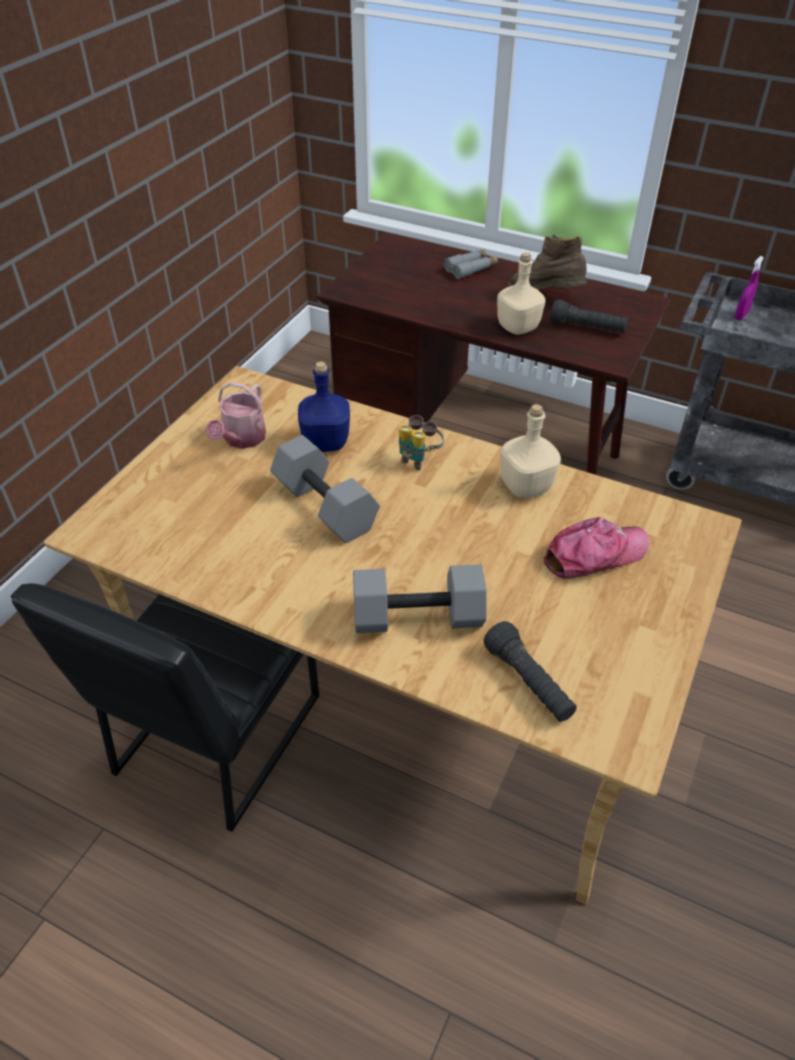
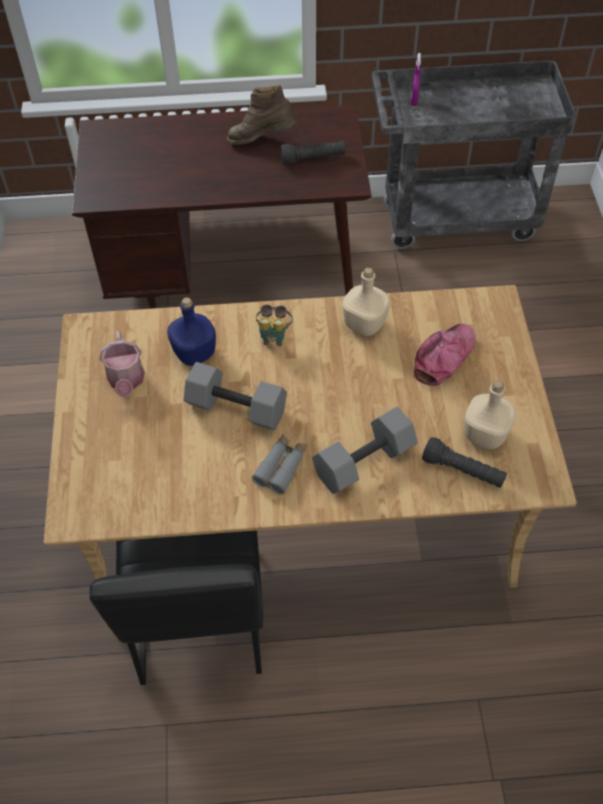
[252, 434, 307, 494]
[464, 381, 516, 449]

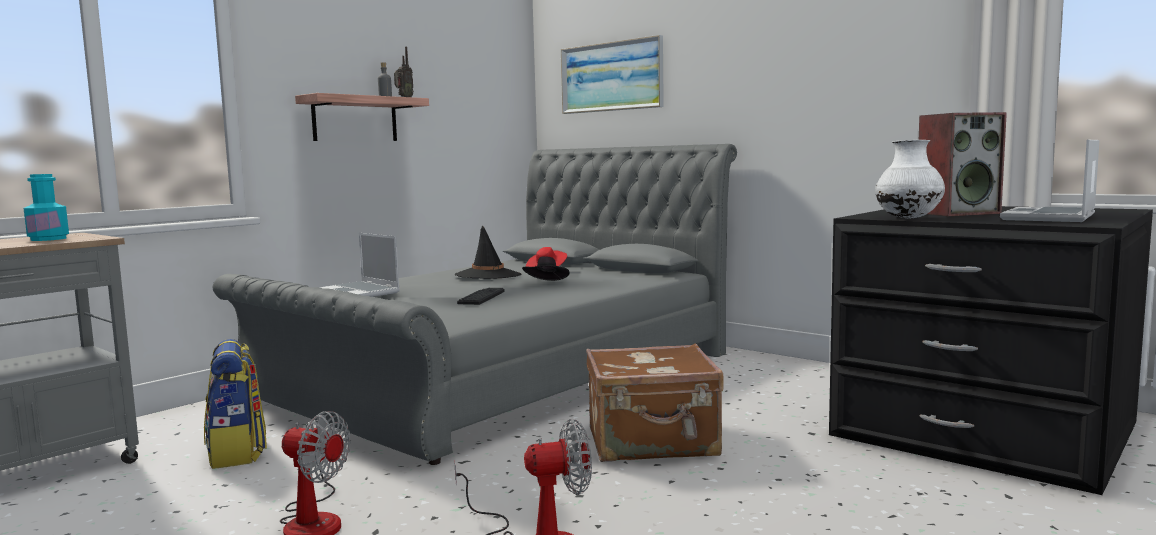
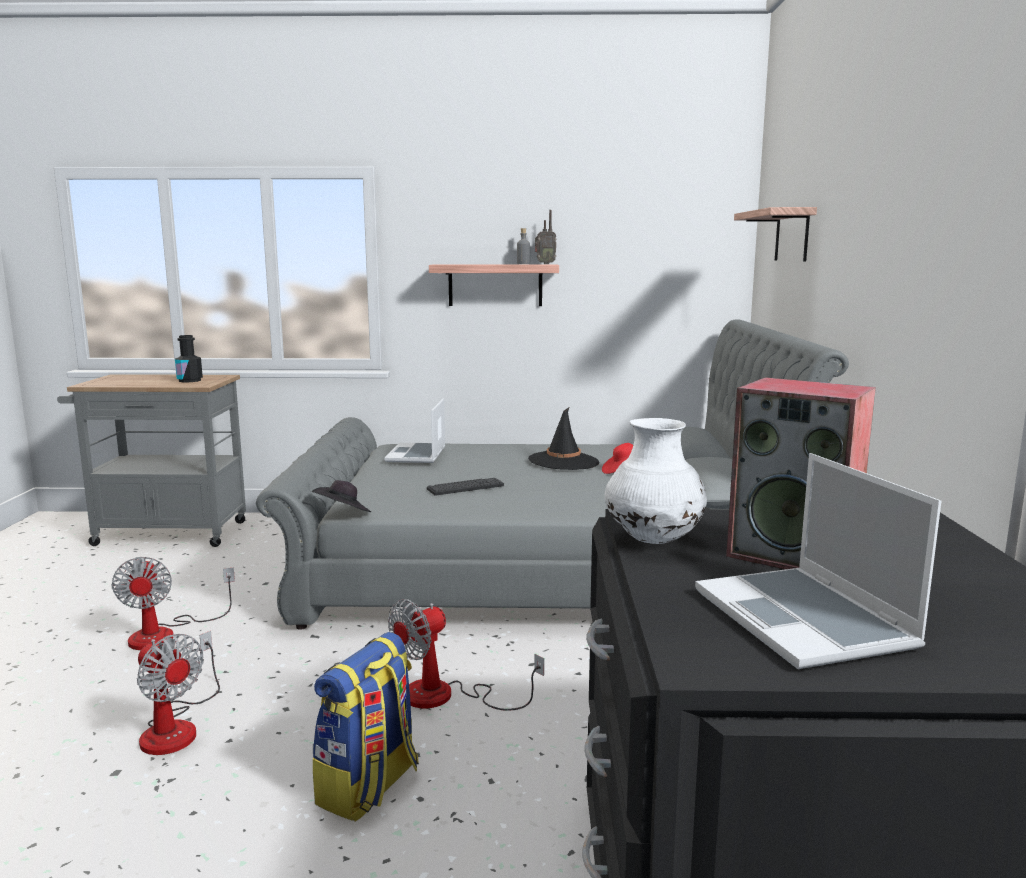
[734, 207, 817, 261]
[695, 453, 941, 669]
[175, 335, 203, 382]
[312, 480, 371, 512]
[313, 632, 419, 822]
[388, 599, 544, 711]

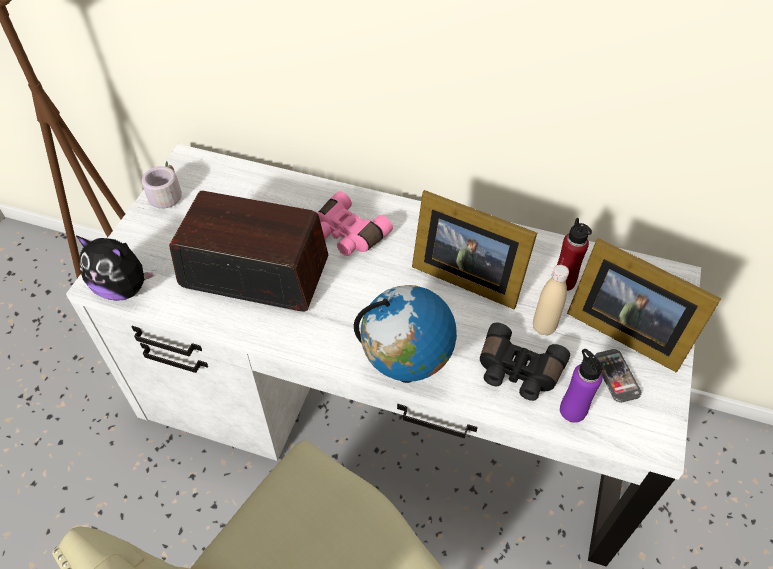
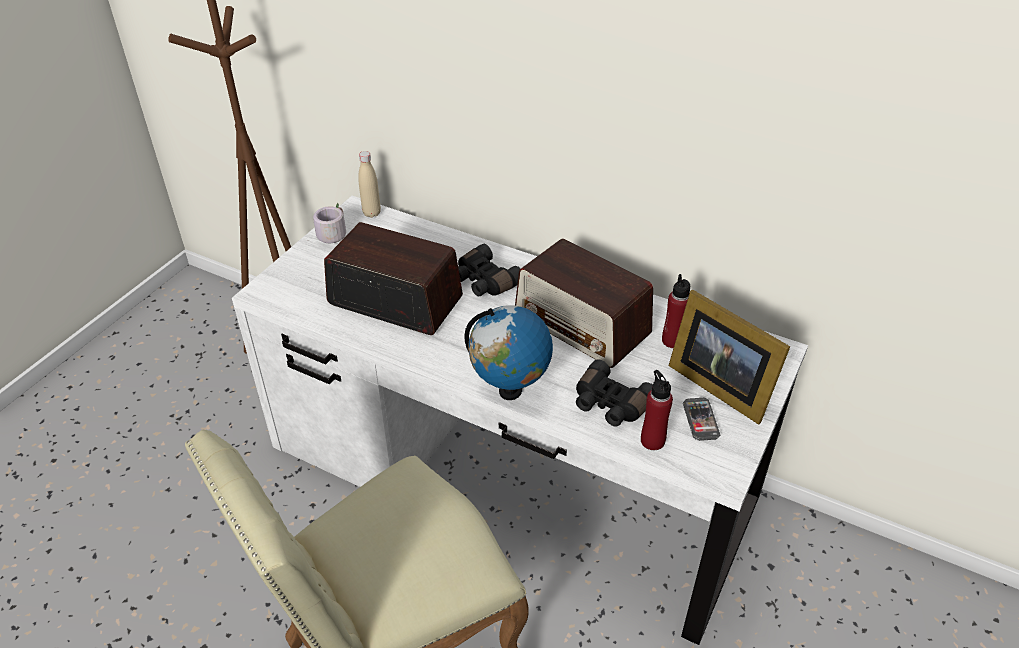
[515, 238, 653, 368]
[458, 244, 521, 297]
[75, 235, 156, 301] (first image)
[358, 151, 381, 218]
[641, 370, 673, 450]

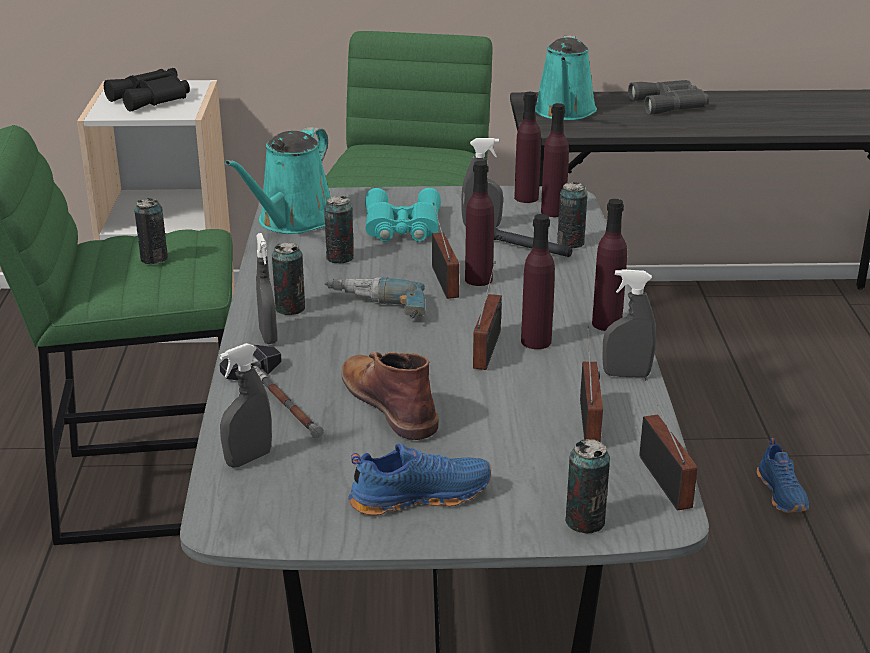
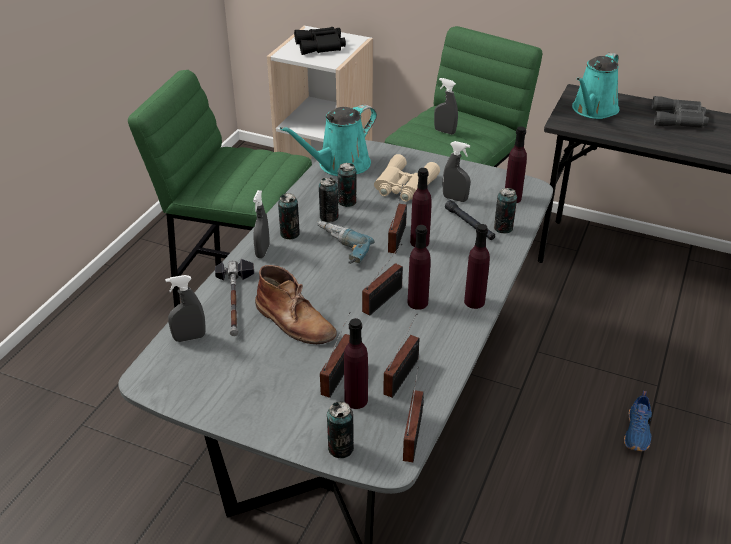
[344, 318, 368, 409]
[374, 154, 440, 202]
[319, 177, 339, 222]
[434, 78, 458, 135]
[255, 265, 337, 344]
[348, 443, 491, 516] (first image)
[320, 312, 351, 398]

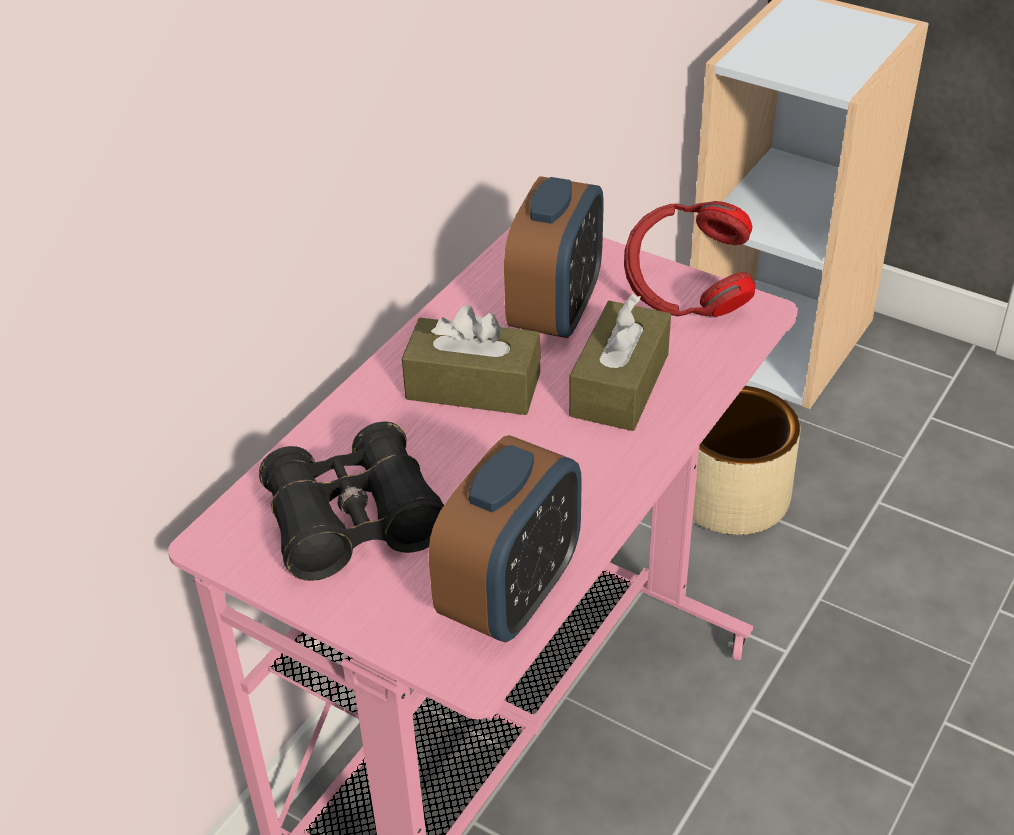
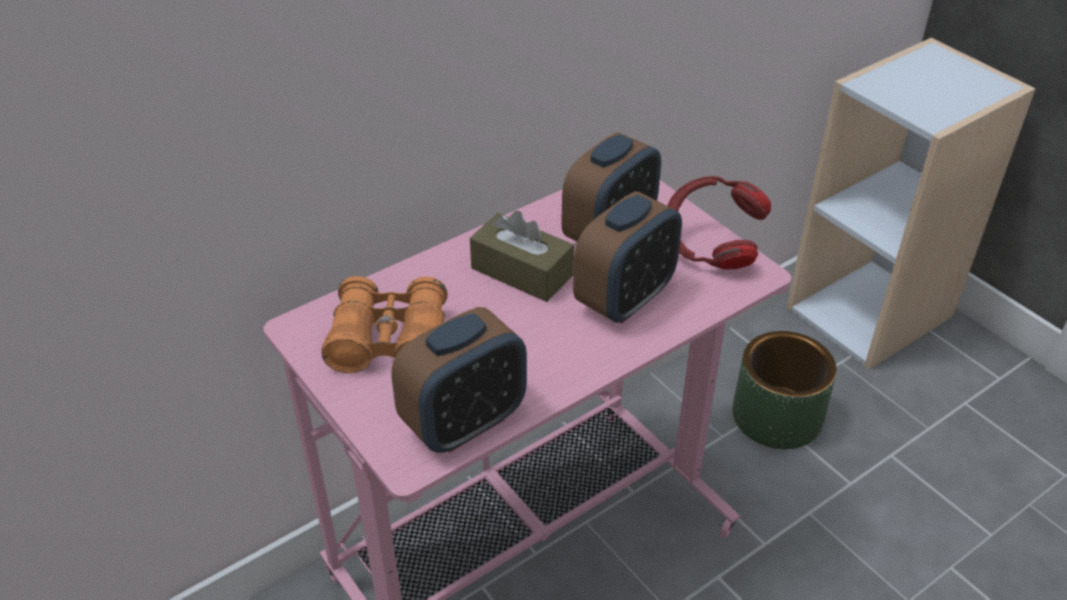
[573, 191, 682, 323]
[733, 331, 837, 449]
[322, 276, 448, 373]

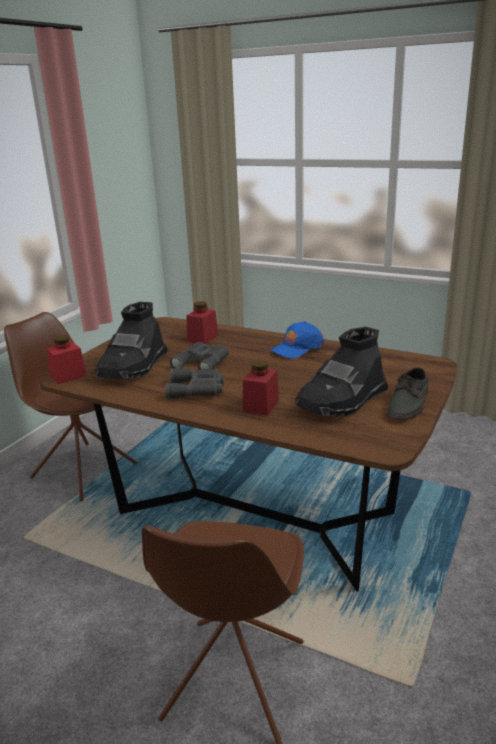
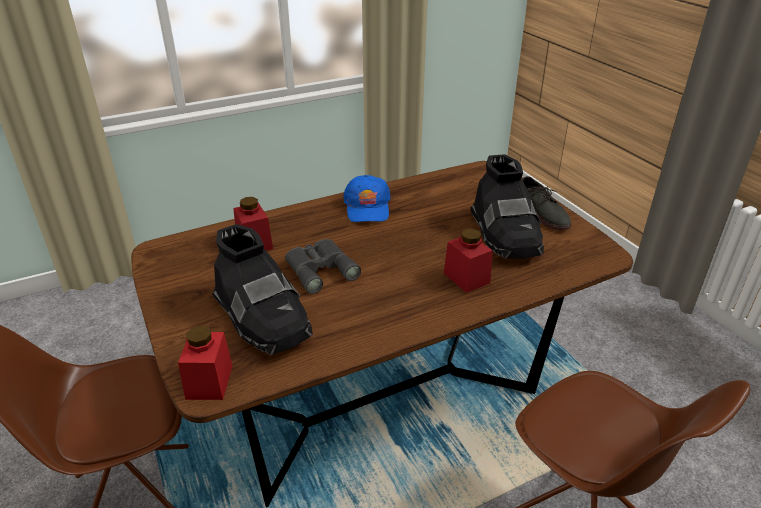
[165, 368, 224, 399] (first image)

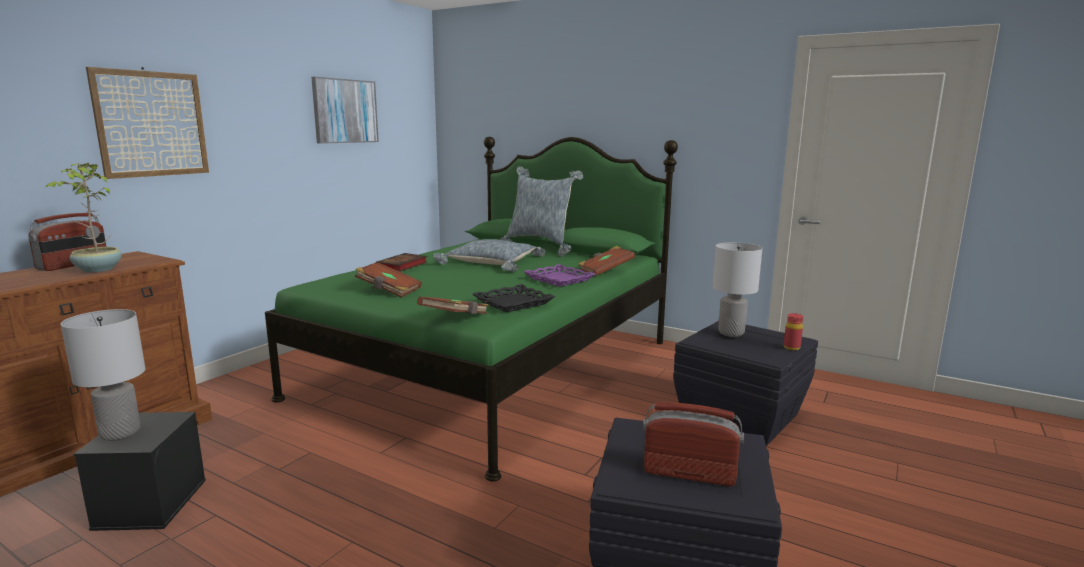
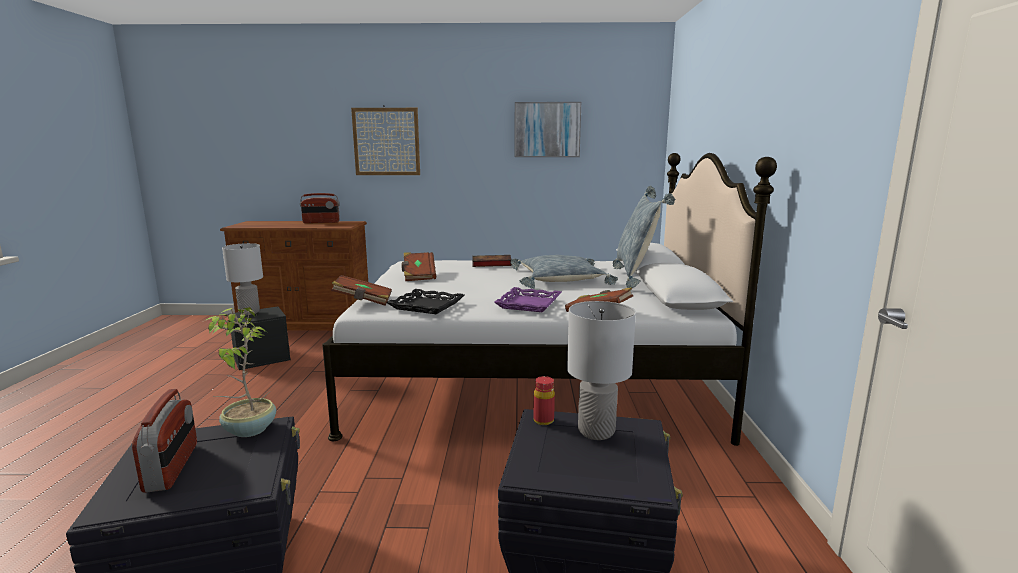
[322, 153, 777, 446]
[204, 307, 276, 437]
[533, 376, 555, 425]

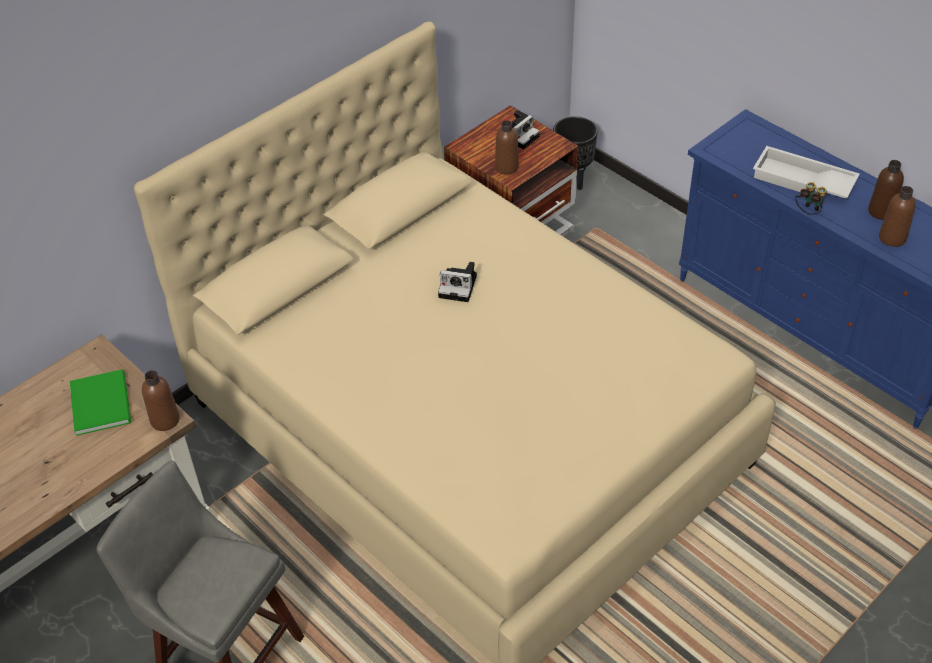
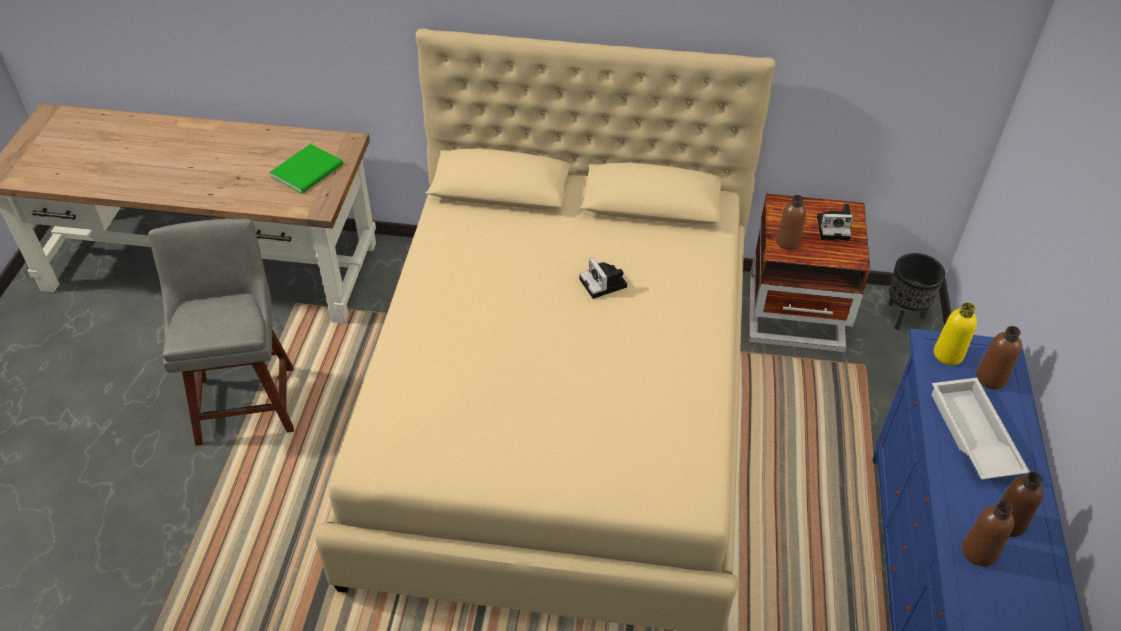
[795, 182, 827, 215] (first image)
[976, 326, 1022, 389]
[934, 302, 977, 365]

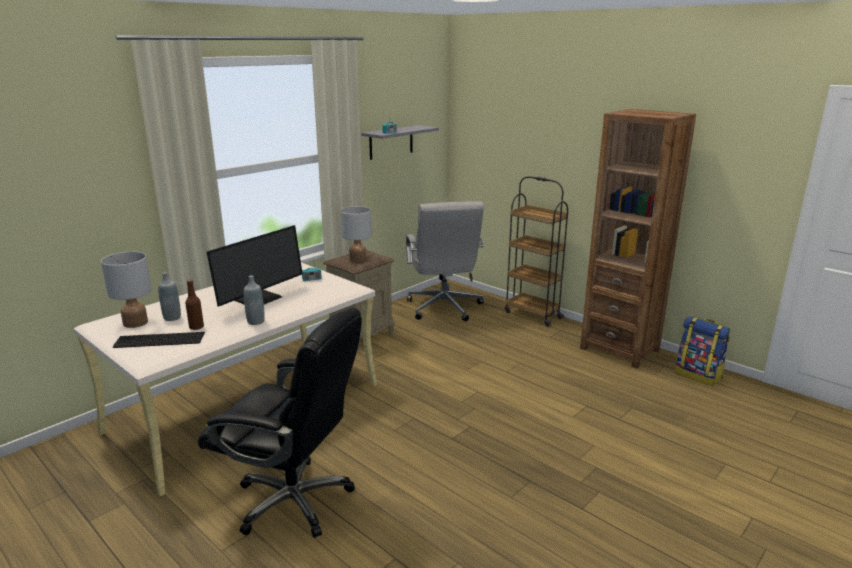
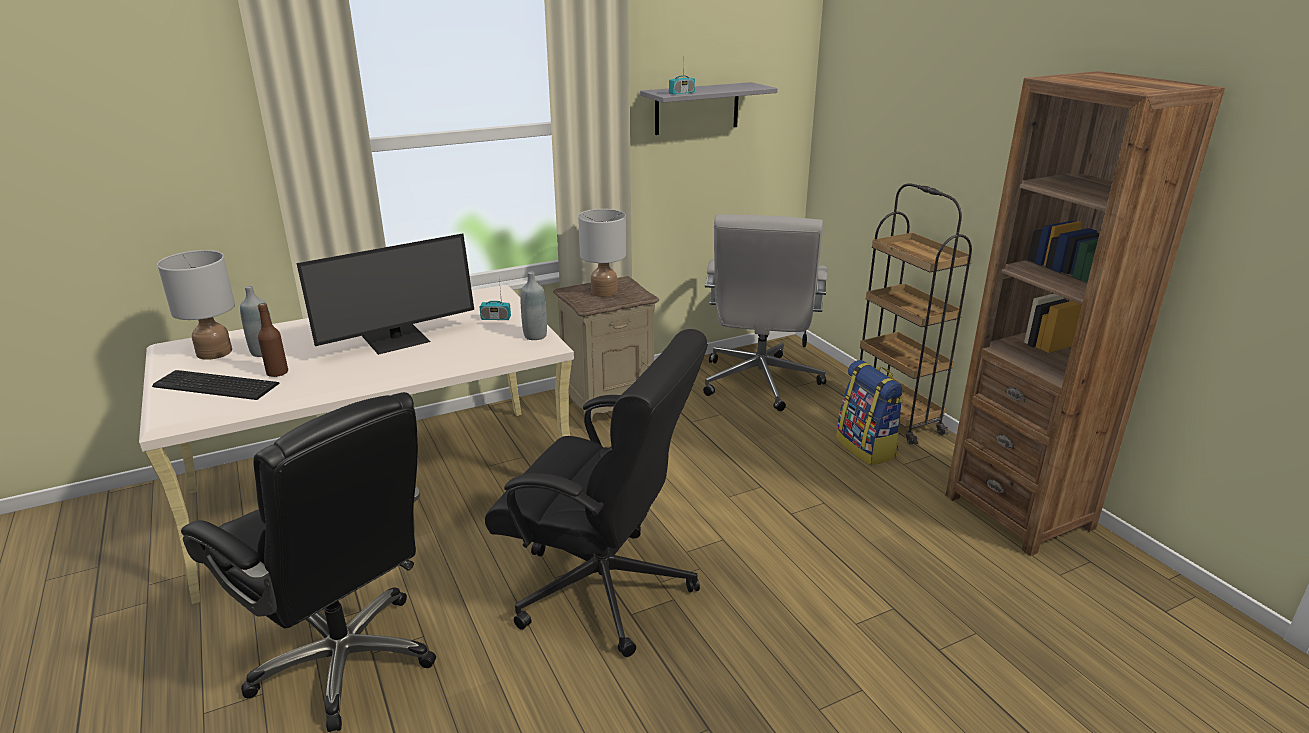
[520, 272, 547, 340]
[836, 360, 904, 466]
[485, 329, 708, 657]

